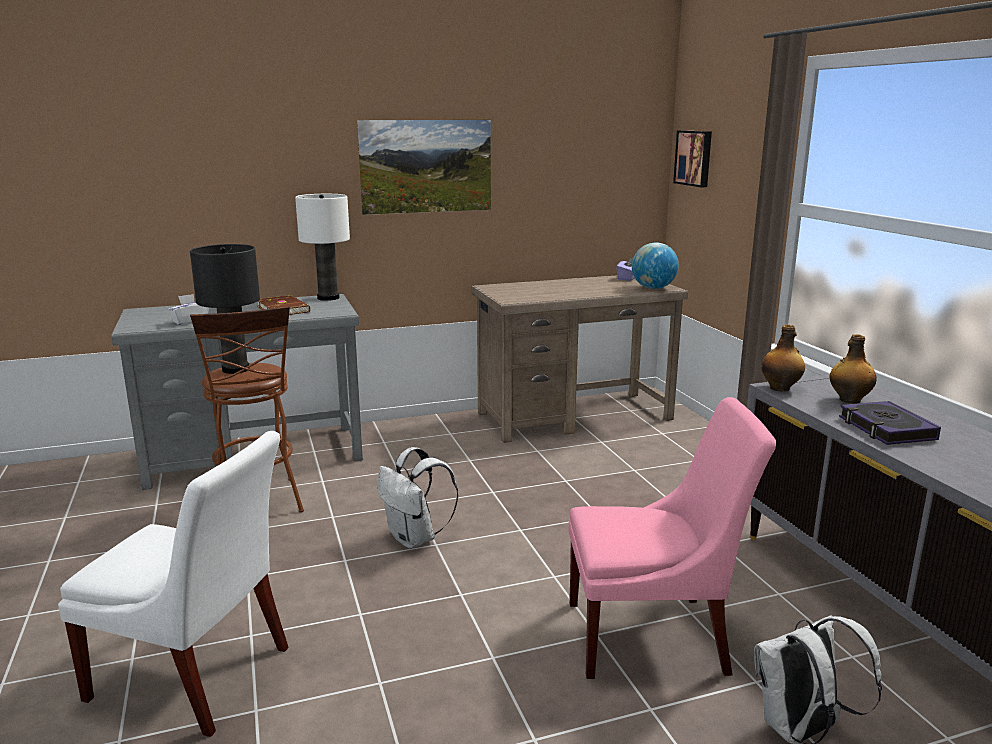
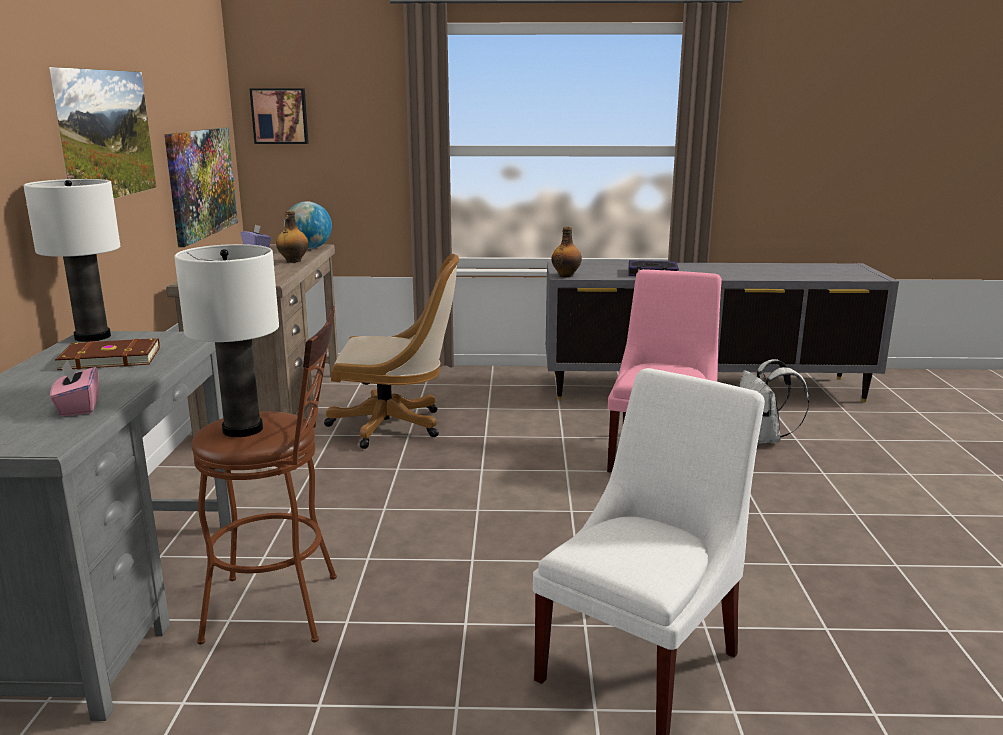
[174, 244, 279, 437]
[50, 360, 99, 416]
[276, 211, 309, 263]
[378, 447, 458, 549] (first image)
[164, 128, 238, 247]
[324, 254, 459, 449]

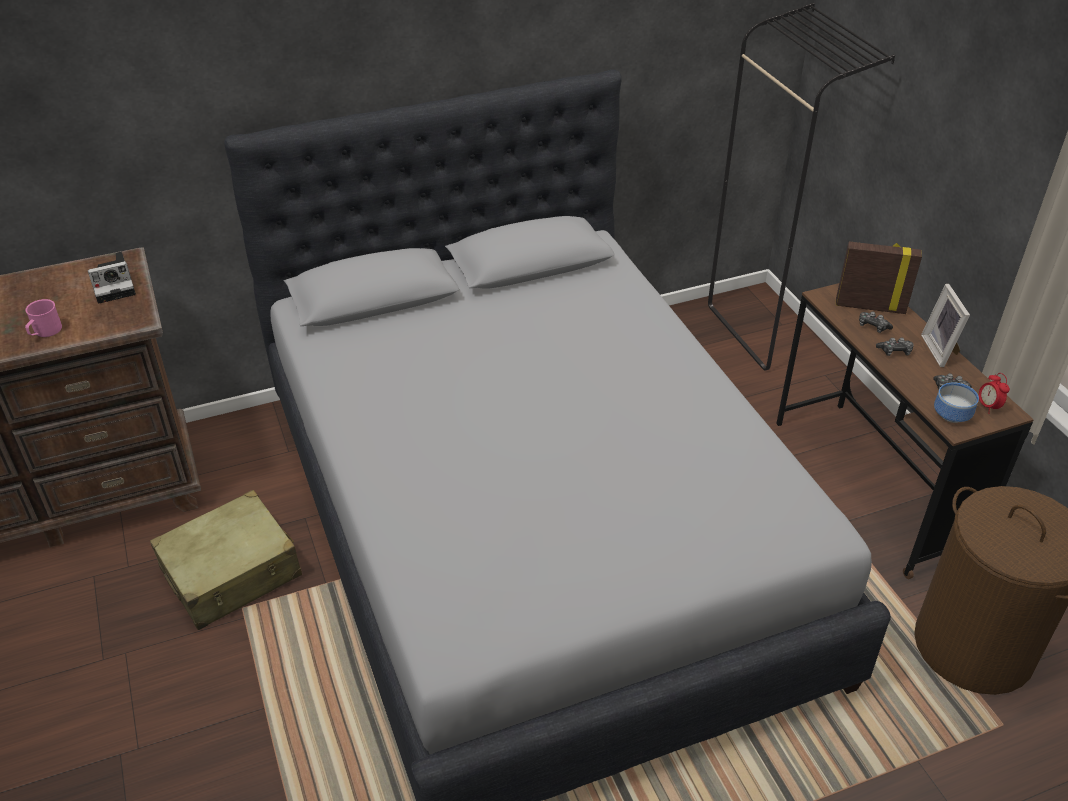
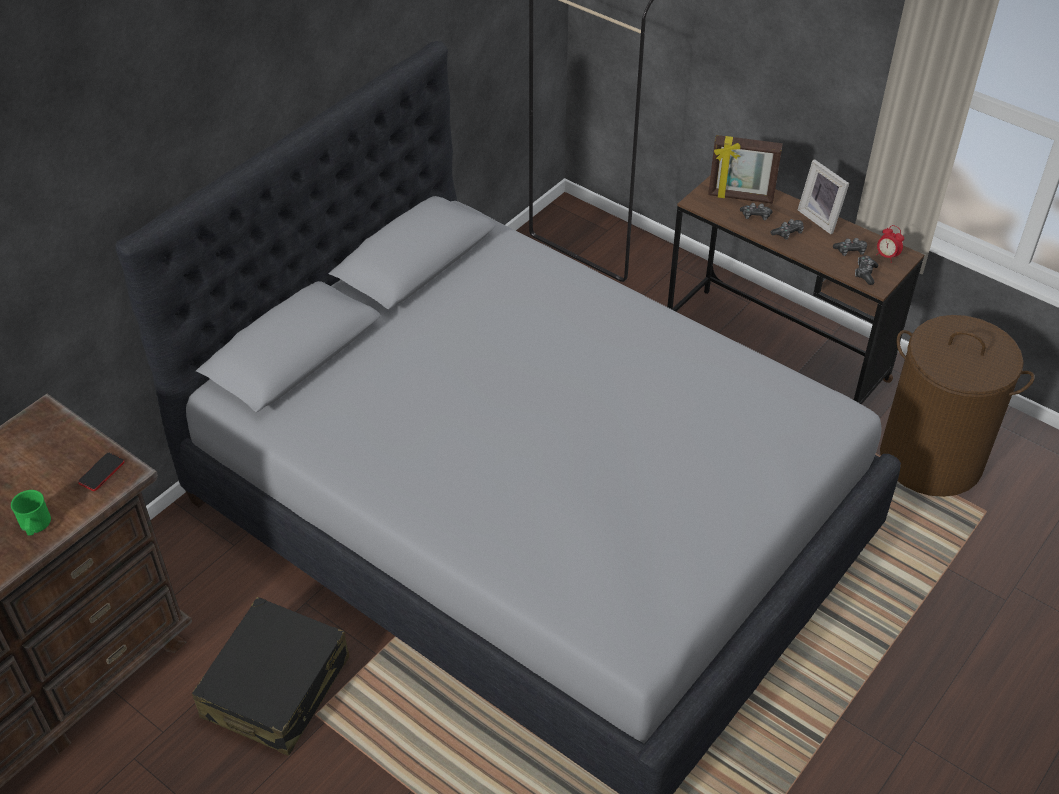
[708, 135, 783, 204]
[88, 252, 136, 304] (first image)
[11, 490, 51, 536]
[855, 255, 878, 285]
[192, 597, 349, 755]
[78, 453, 124, 491]

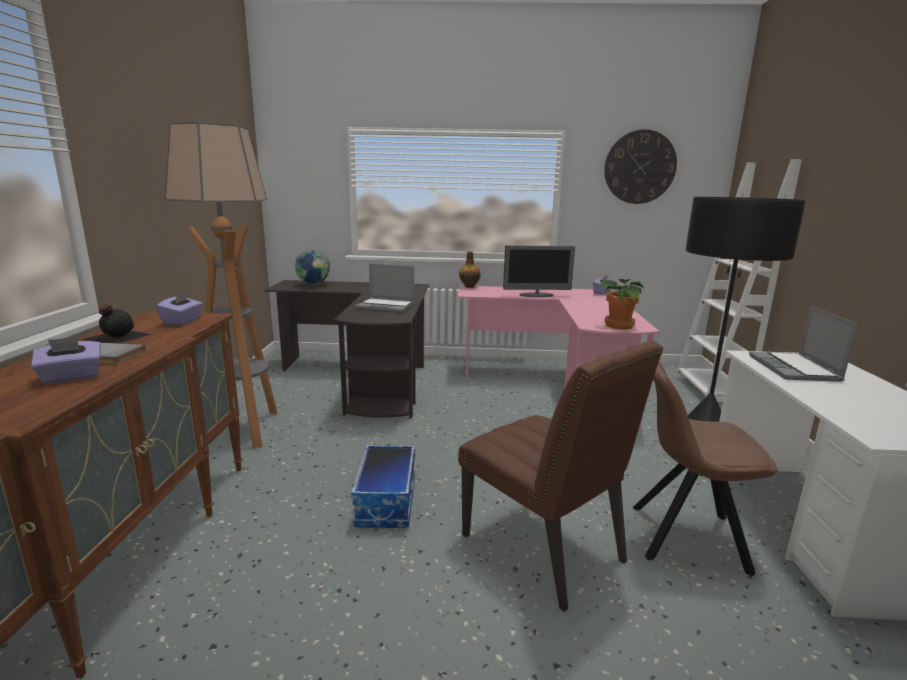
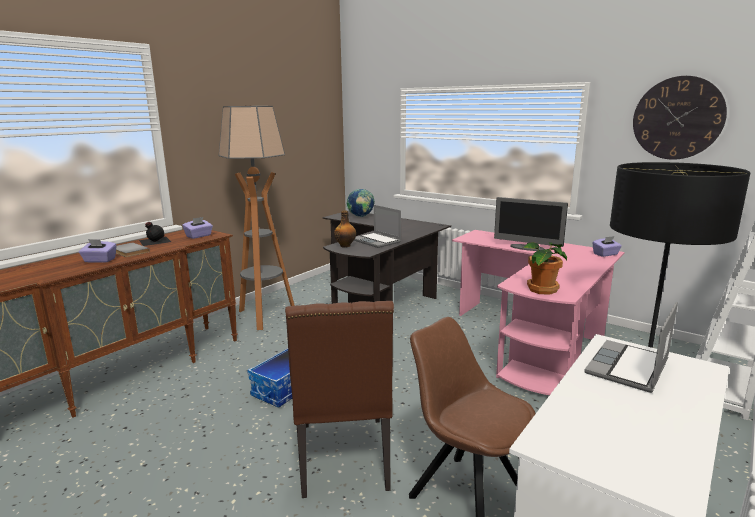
[334, 210, 356, 247]

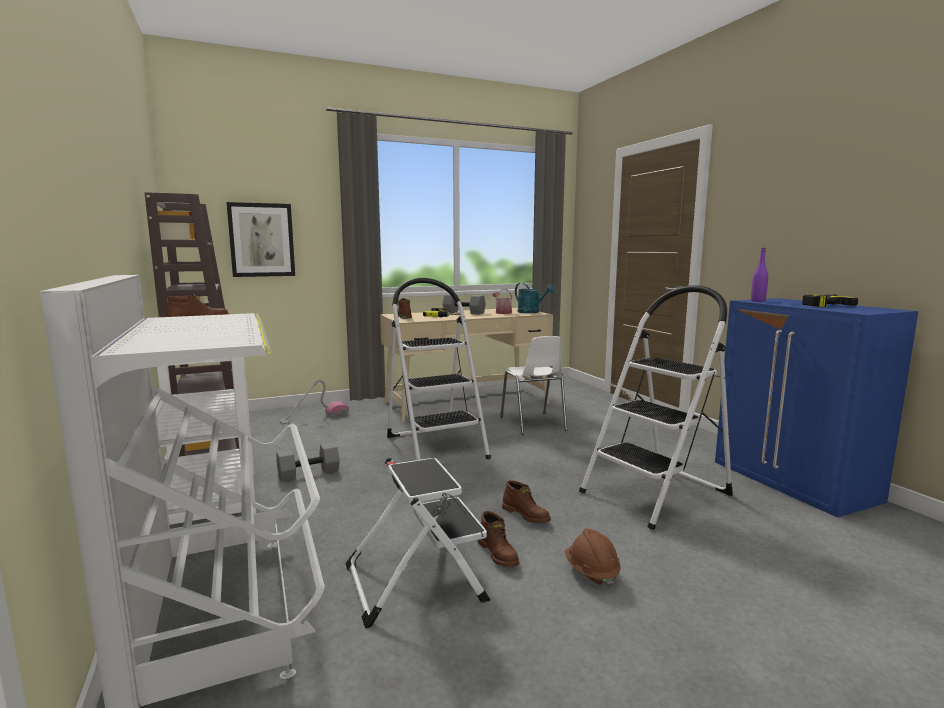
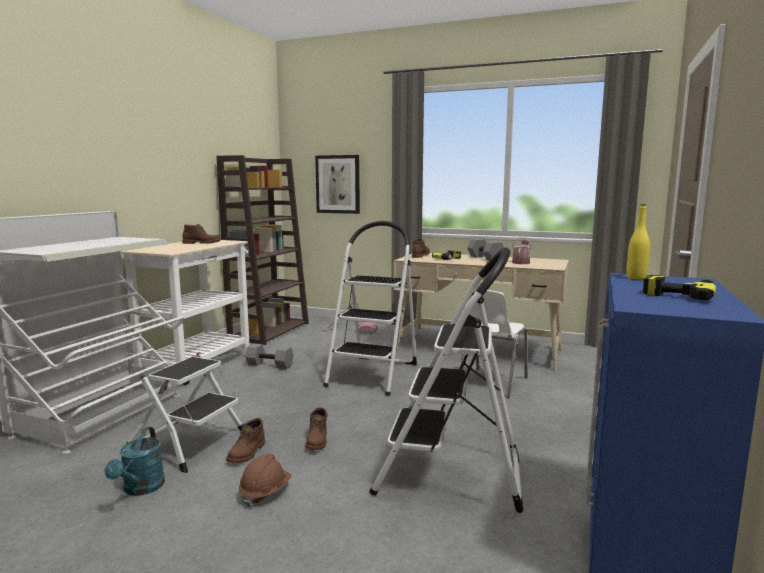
[626, 204, 650, 279]
[105, 427, 165, 496]

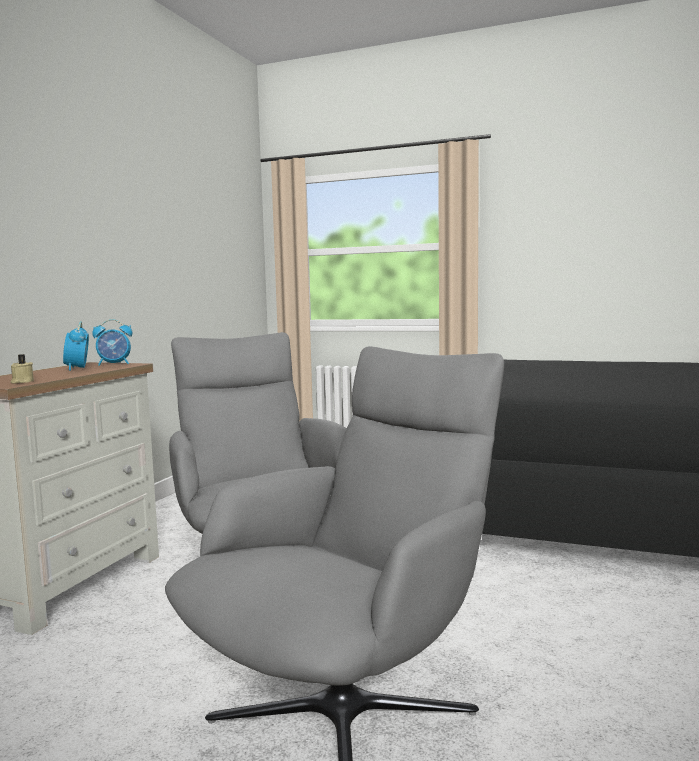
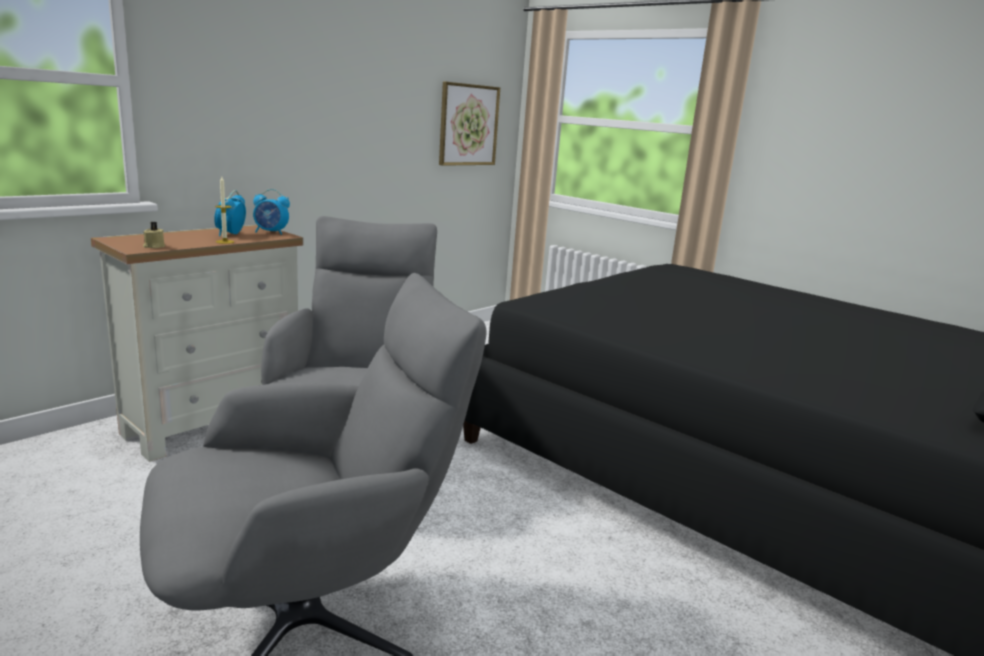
[439, 81, 500, 166]
[215, 177, 234, 244]

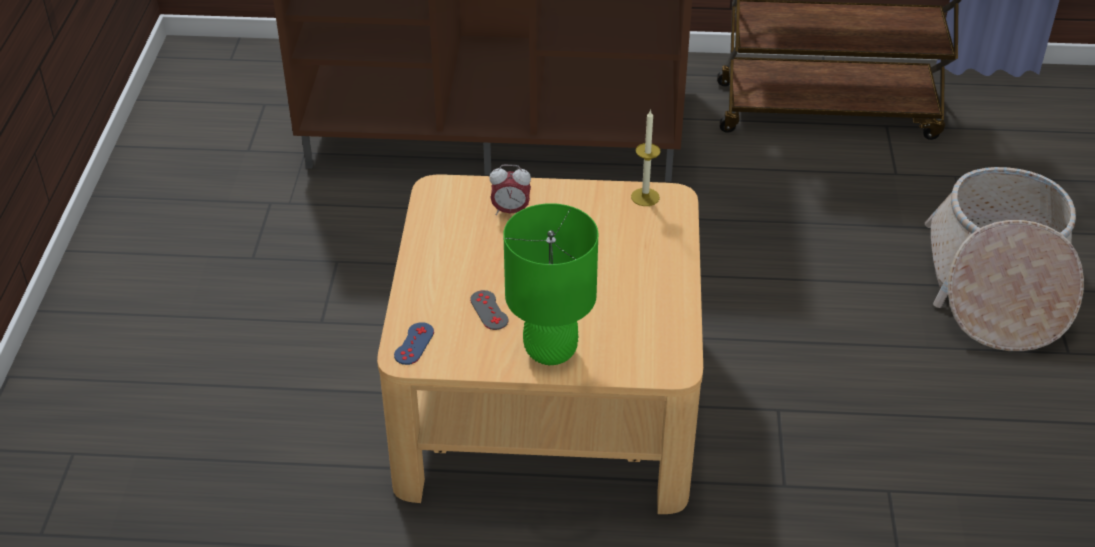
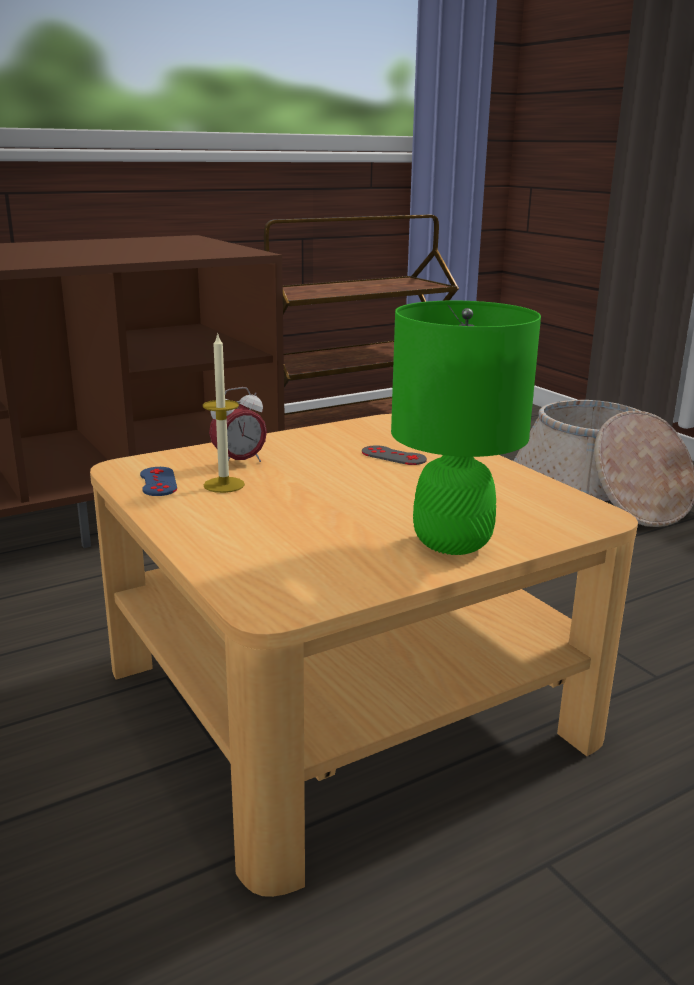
[203, 332, 245, 493]
[362, 445, 427, 465]
[140, 467, 177, 496]

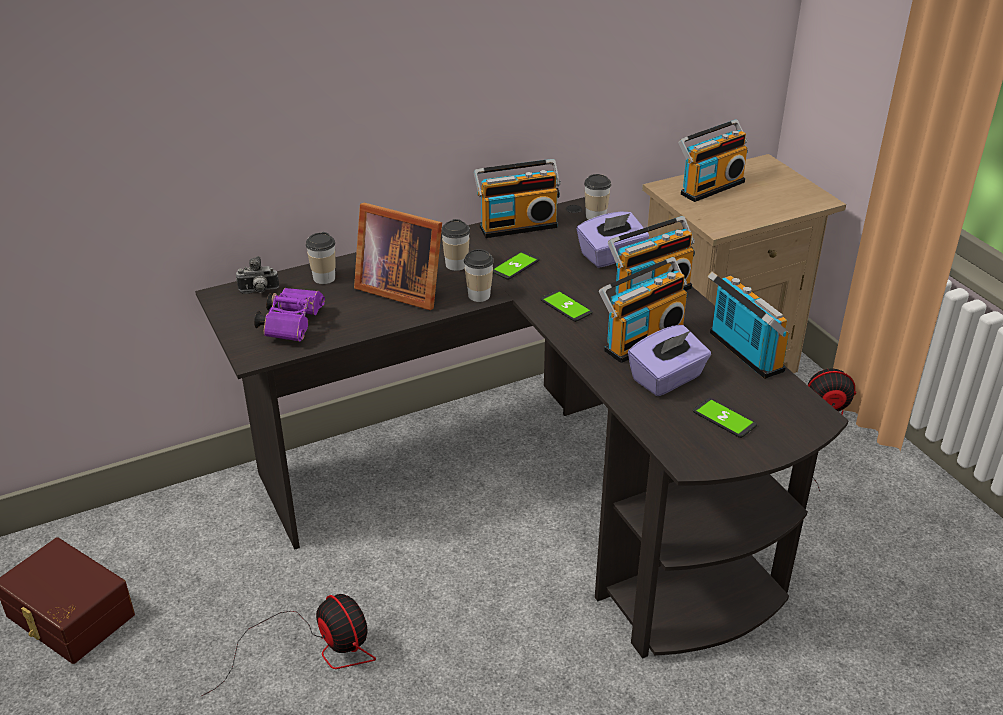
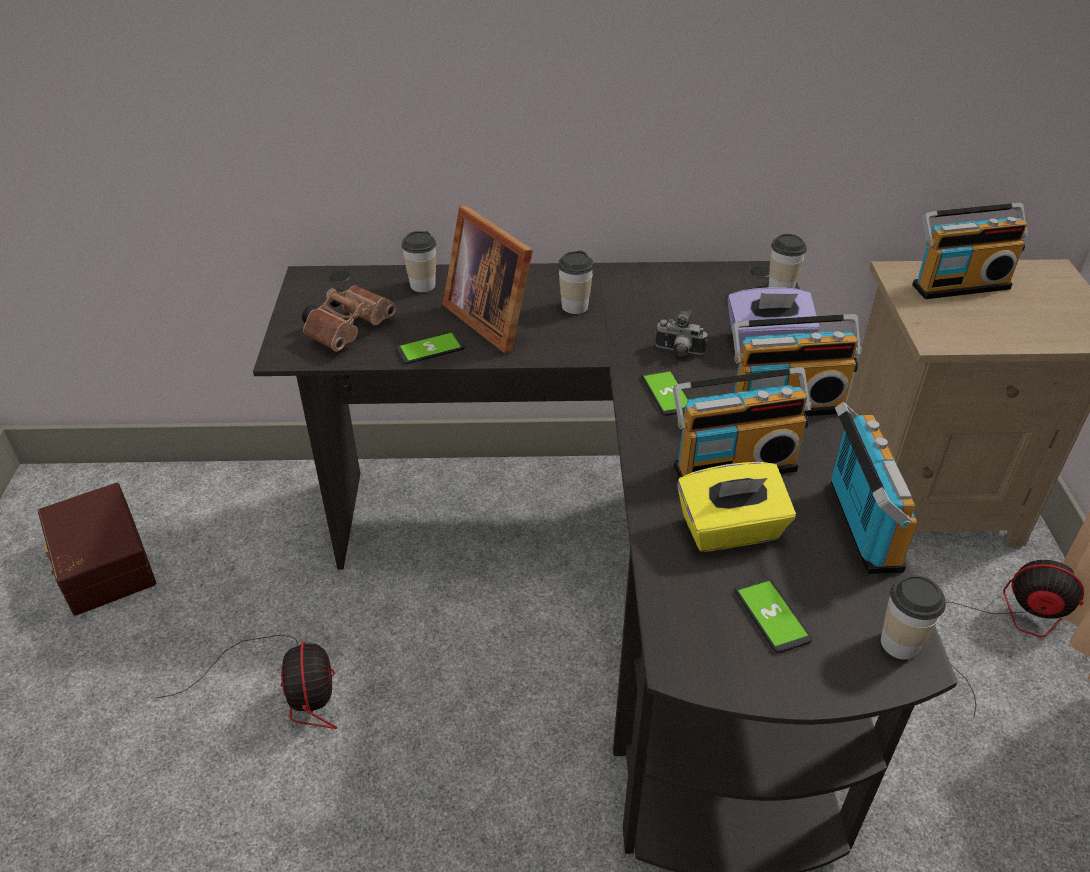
[474, 159, 561, 238] (first image)
[881, 575, 946, 660]
[396, 331, 466, 364]
[655, 310, 707, 356]
[302, 285, 396, 351]
[677, 462, 796, 552]

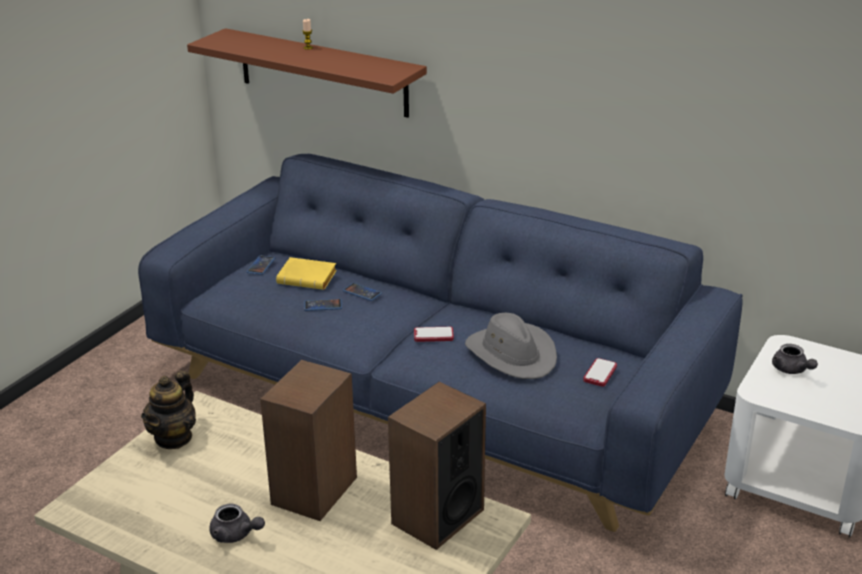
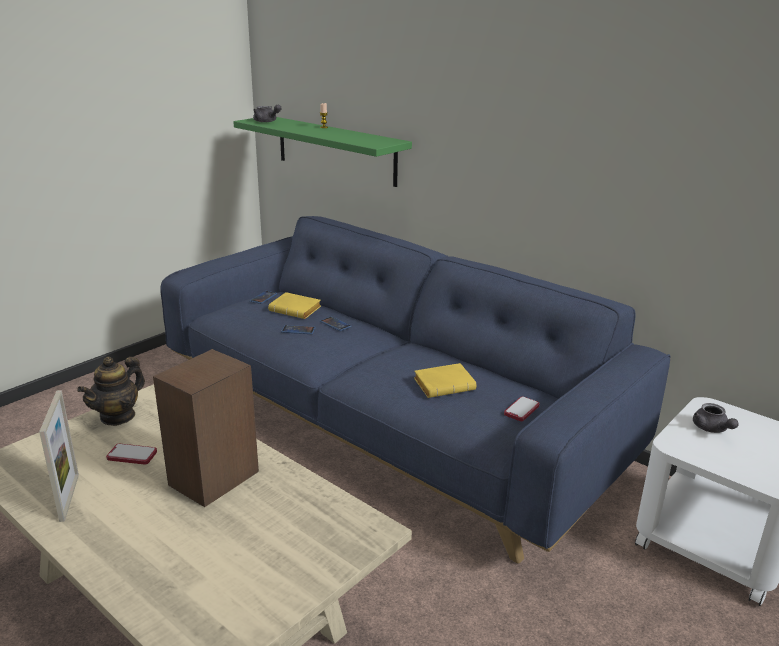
[233, 117, 412, 187]
[414, 363, 477, 398]
[106, 444, 157, 465]
[388, 382, 486, 550] (first image)
[253, 105, 282, 122]
[39, 390, 79, 522]

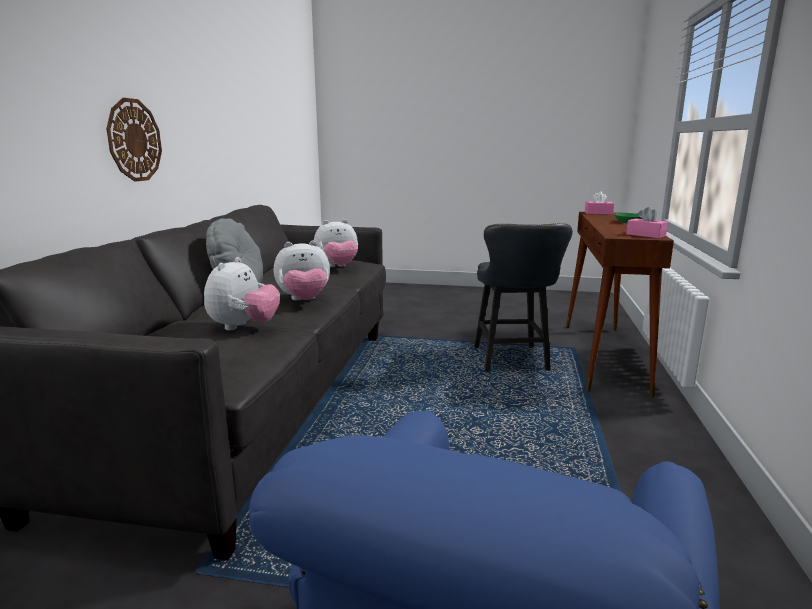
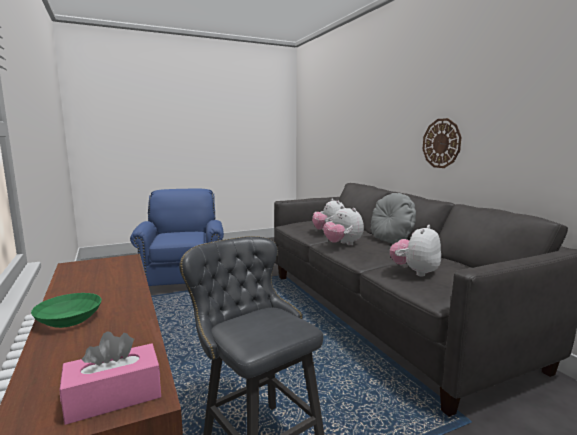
[626, 207, 668, 238] (first image)
[323, 206, 364, 245]

